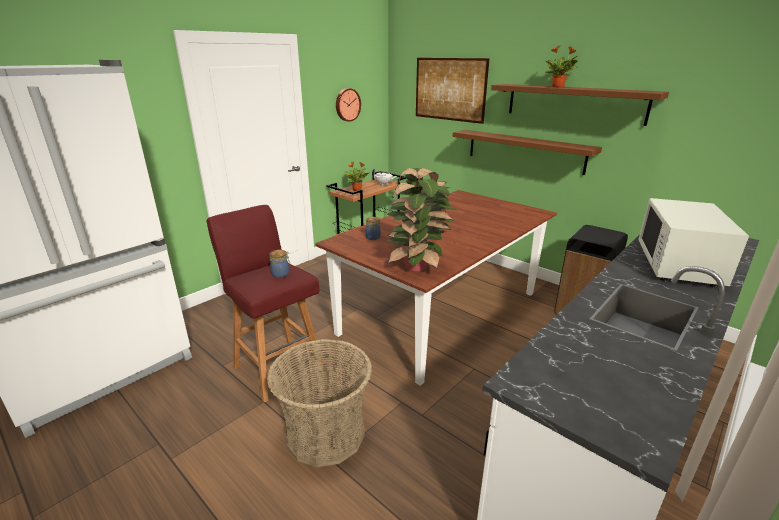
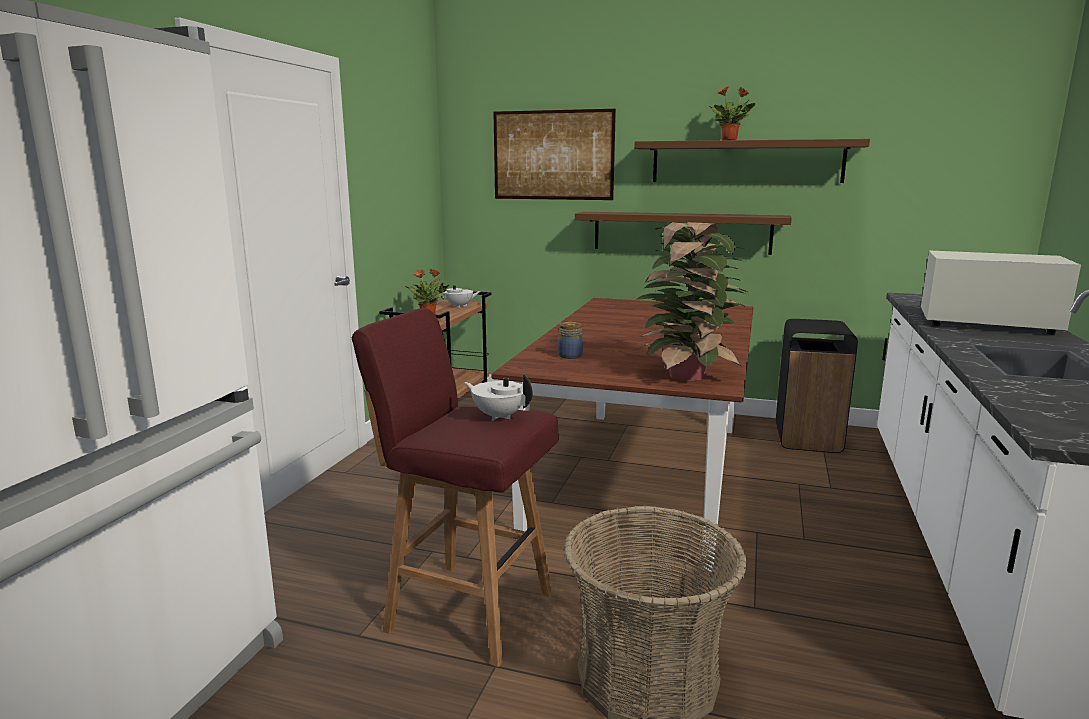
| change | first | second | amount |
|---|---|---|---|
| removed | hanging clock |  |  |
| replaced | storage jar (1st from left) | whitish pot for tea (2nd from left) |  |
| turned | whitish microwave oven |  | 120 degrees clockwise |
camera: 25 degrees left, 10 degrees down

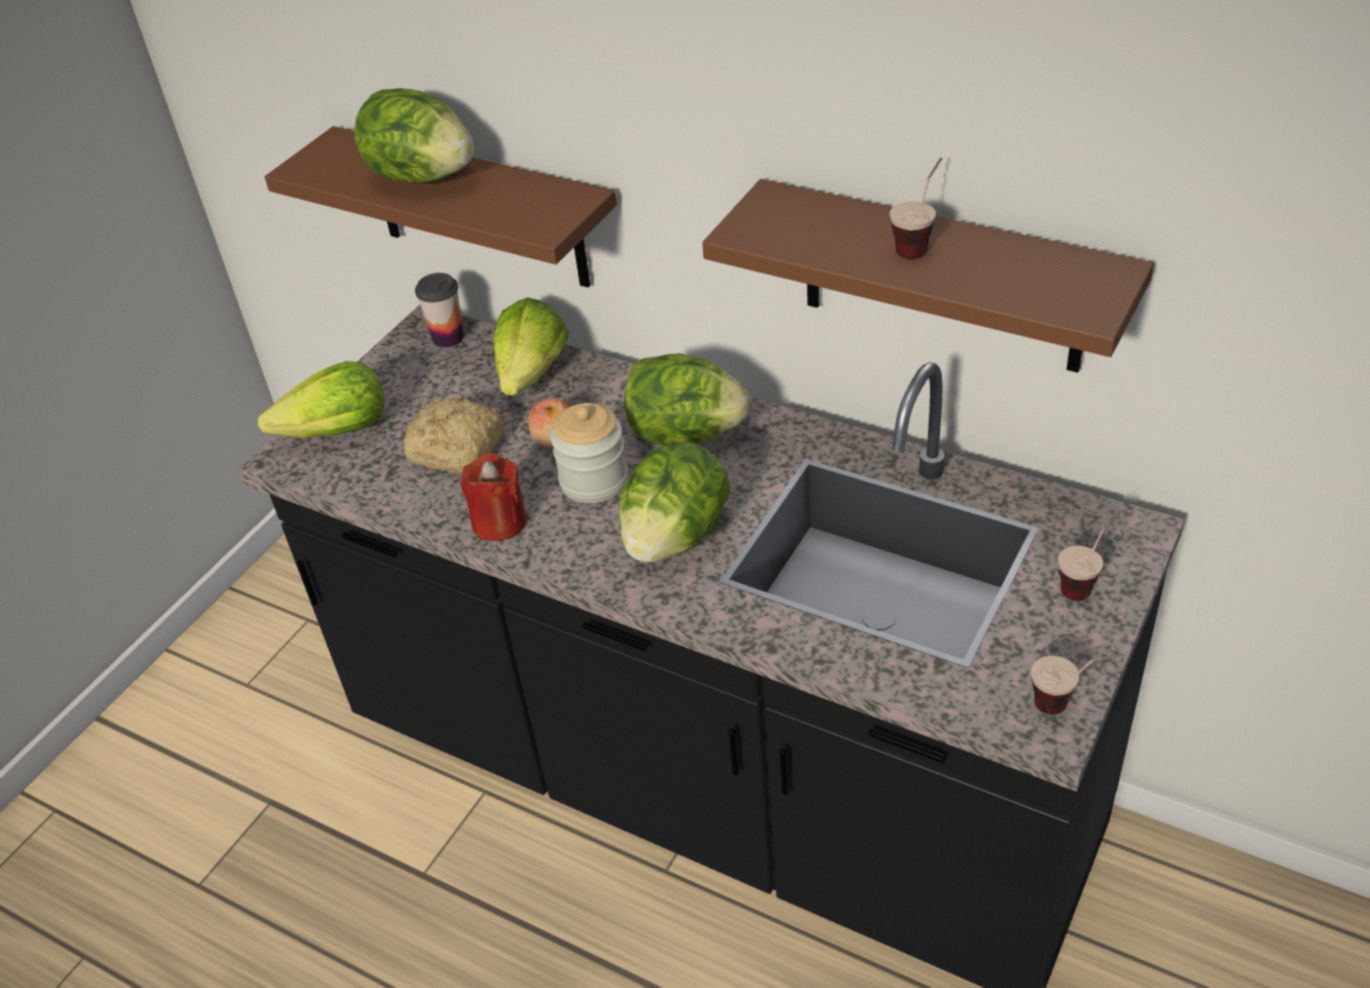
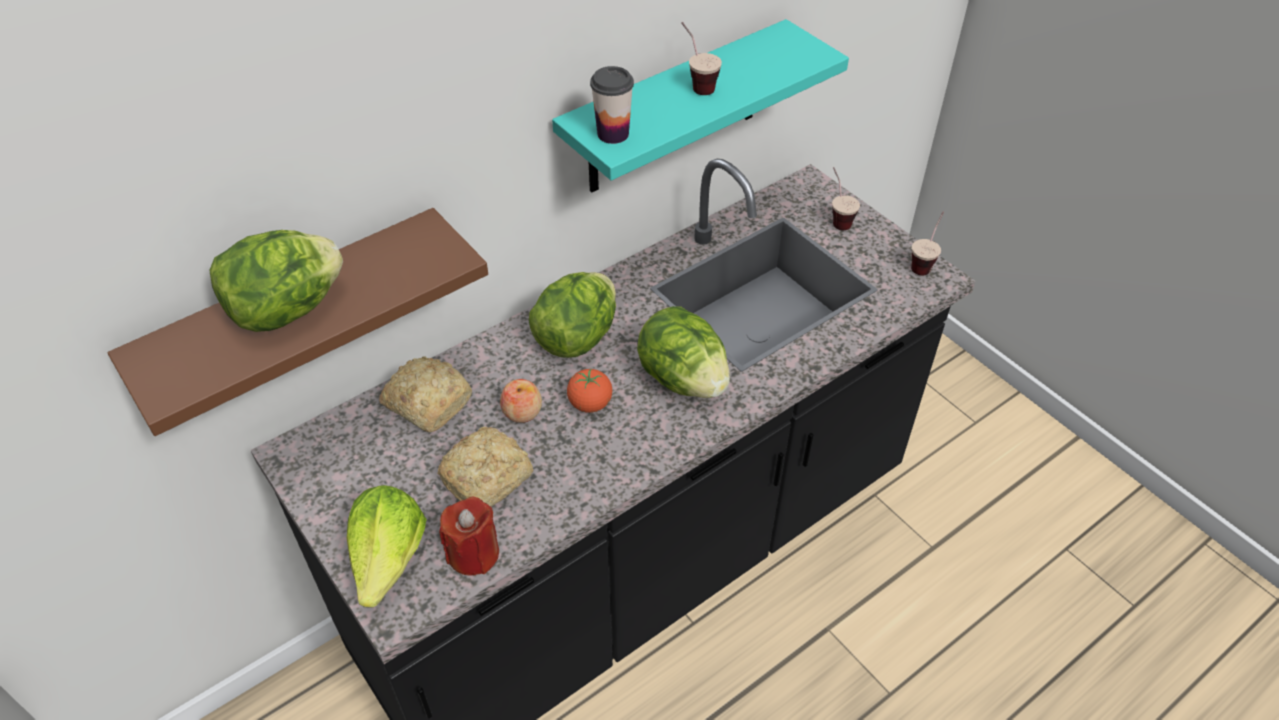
| change | first | second | amount |
|---|---|---|---|
| moved | small cup (1st from left) |  |  |
| moved | red-coloured wax light |  |  |
| replaced | lettuce head (3rd from left) | baked bread (1st from left) |  |
| replaced | storage jar | tomato |  |
| recoloured | brown-coloured bracket shelf (2nd from left) | turquoise-coloured bracket shelf |  |
camera: 70 degrees left, 5 degrees up

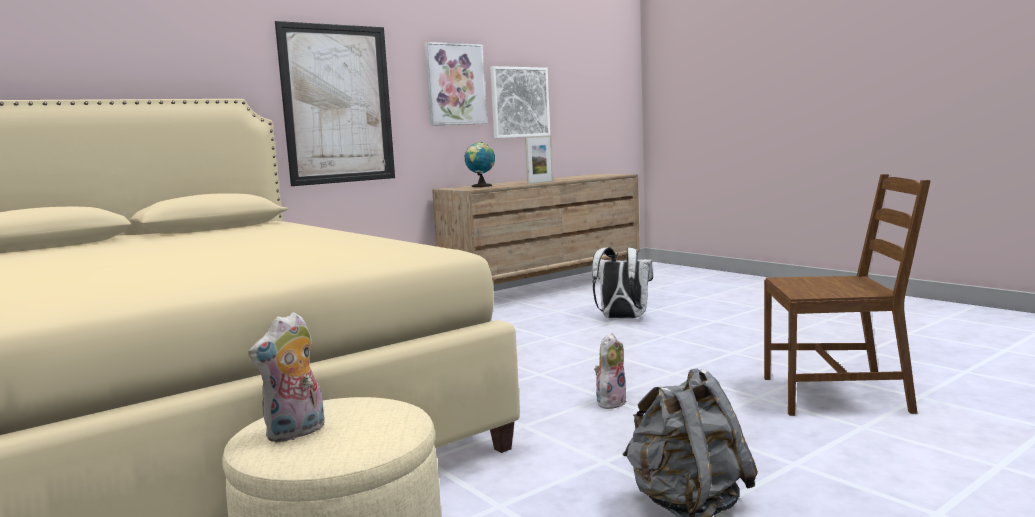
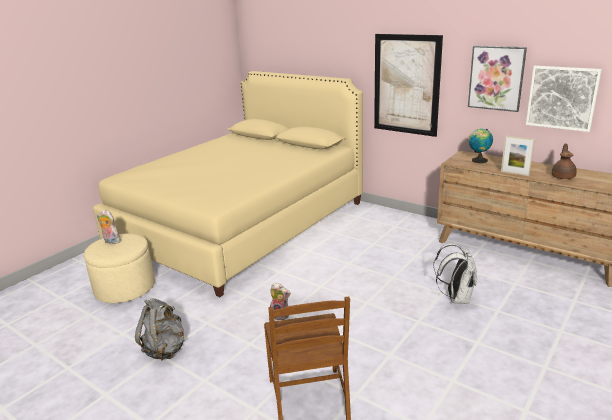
| change | first | second | amount |
|---|---|---|---|
| added |  | brown-coloured pot for tea |  |
camera: 75 degrees right, 15 degrees up

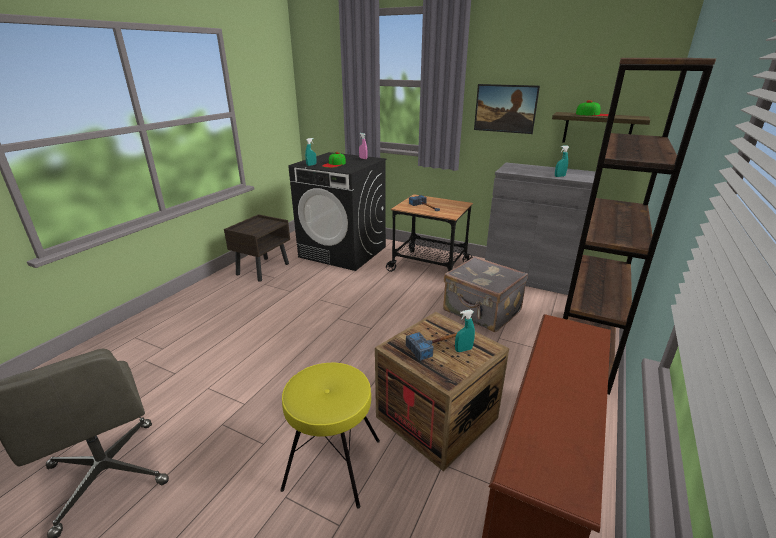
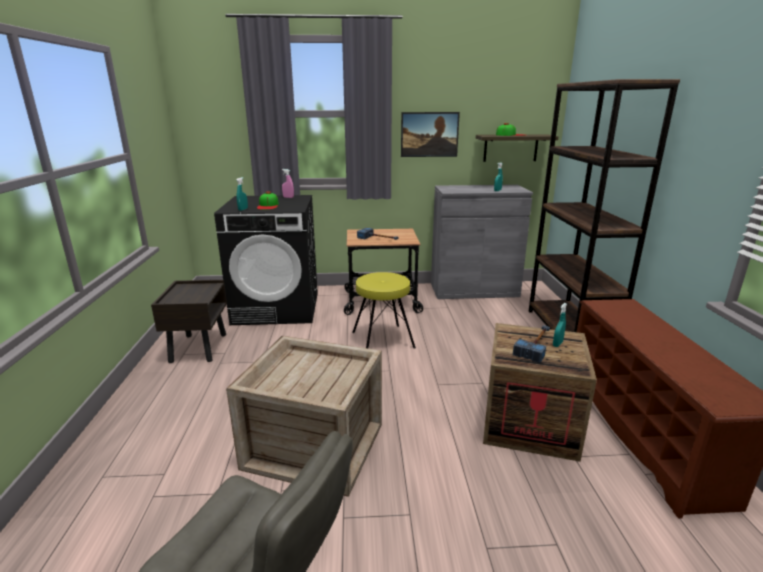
| change | first | second | amount |
|---|---|---|---|
| removed | gray suitcase |  |  |
| added |  | packing crate (1st from left) |  |
| moved | yellowish sitting stool |  |  |
camera: 30 degrees left, 5 degrees down

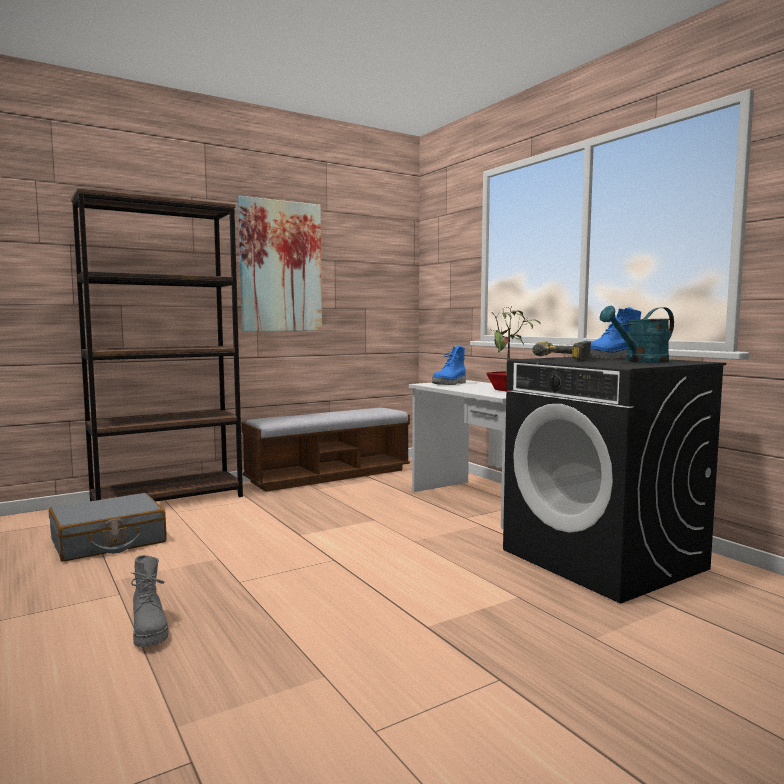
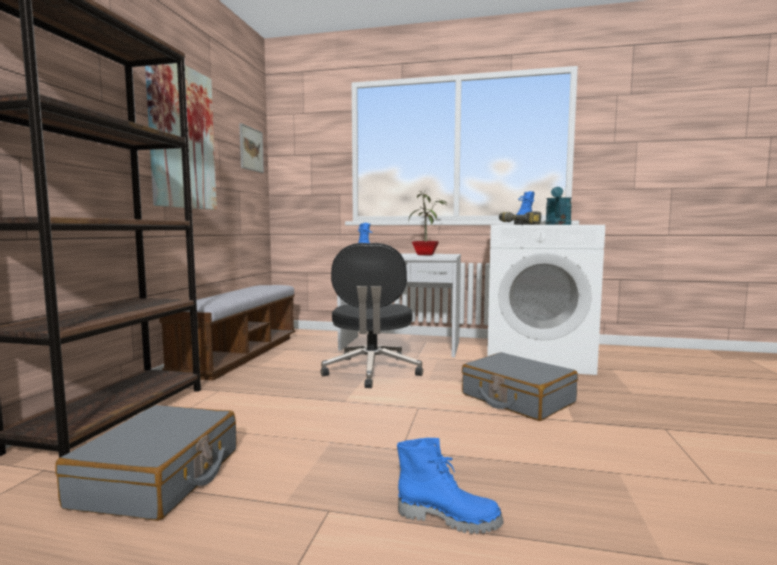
| change | first | second | amount |
|---|---|---|---|
| added |  | wall picture (2nd from left) |  |
| added |  | black office chair |  |
| added |  | gray suitcase (2nd from left) |  |
| recoloured | gray boot | blue boot (2nd from left) |  |
| recoloured | black laundry machine | whitish laundry machine |  |
camera: 45 degrees left, 0 degrees up

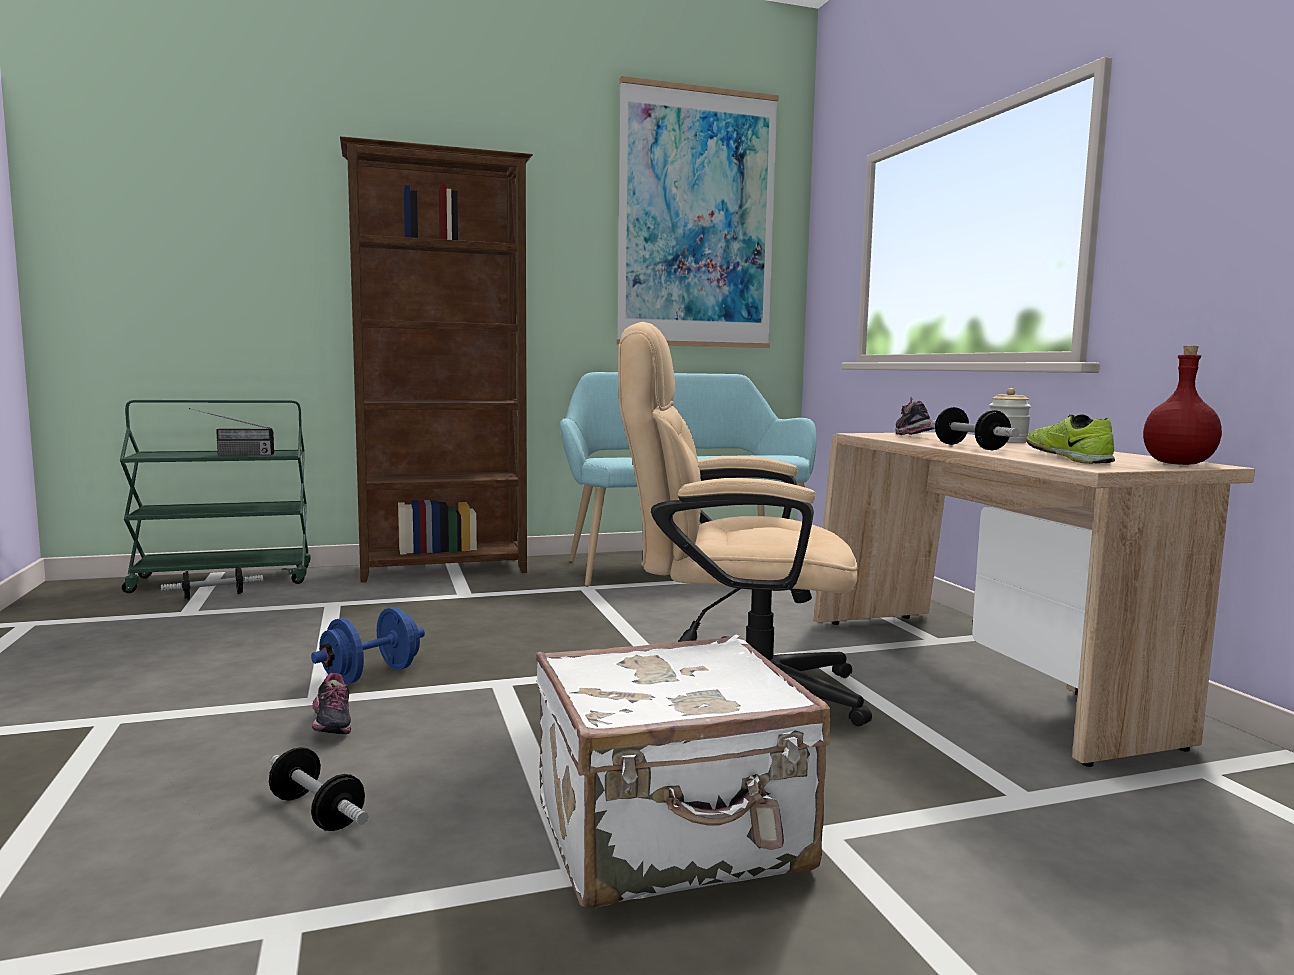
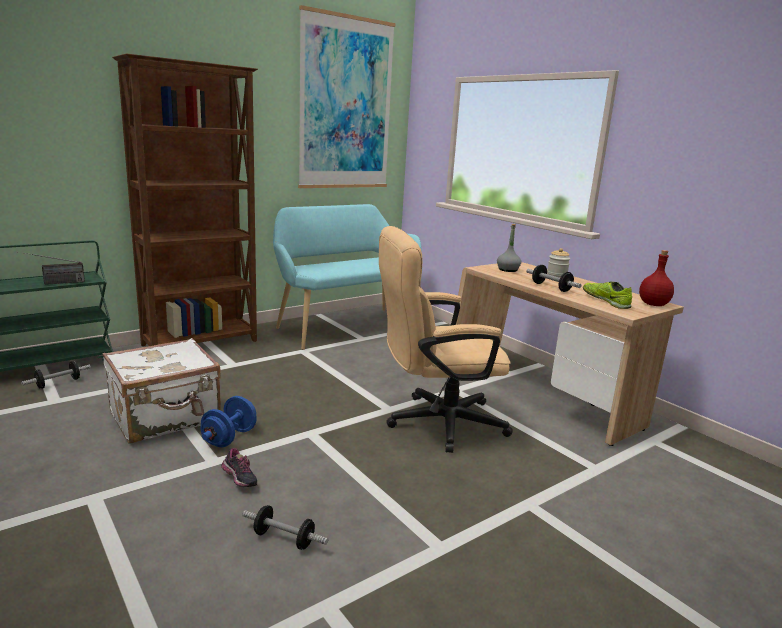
| change | first | second | amount |
|---|---|---|---|
| moved | whitish suitcase |  |  |
| replaced | item of footwear (2nd from left) | gray drink bottle |  |
camera: 20 degrees left, 10 degrees up

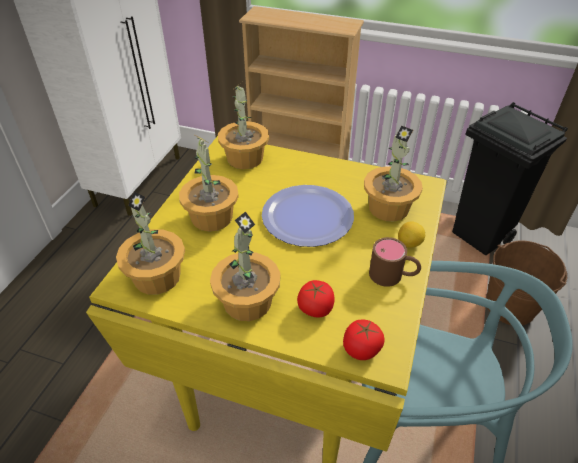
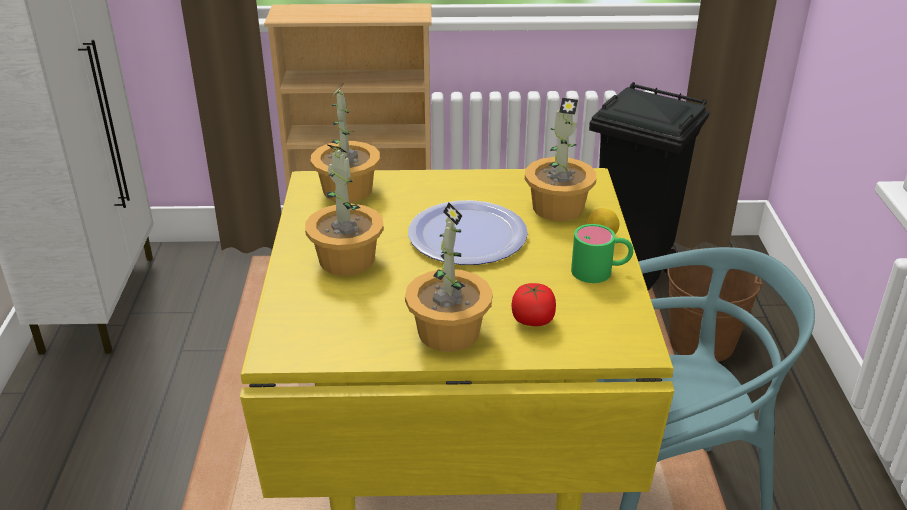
| change | first | second | amount |
|---|---|---|---|
| removed | houseplant (1st from left) |  |  |
| removed | tomato (2nd from left) |  |  |
| recoloured | brown-coloured coffee mug | greenish coffee mug |  |
camera: 20 degrees left, 10 degrees down

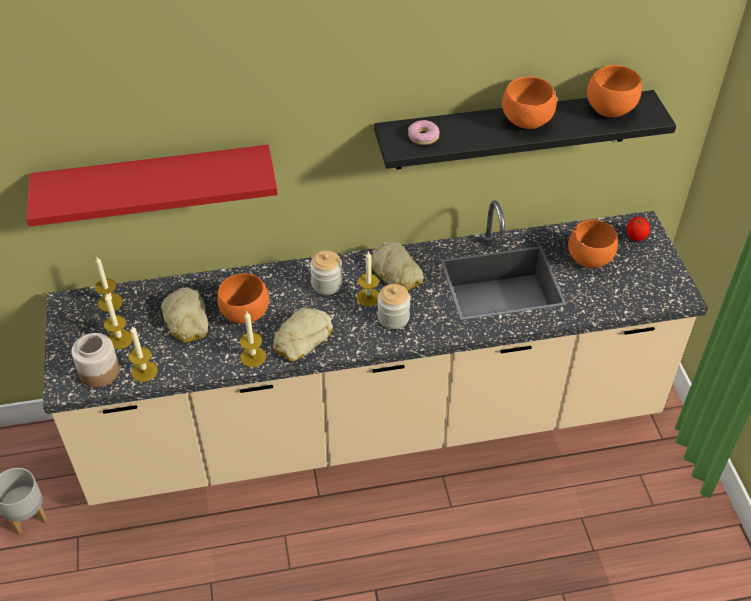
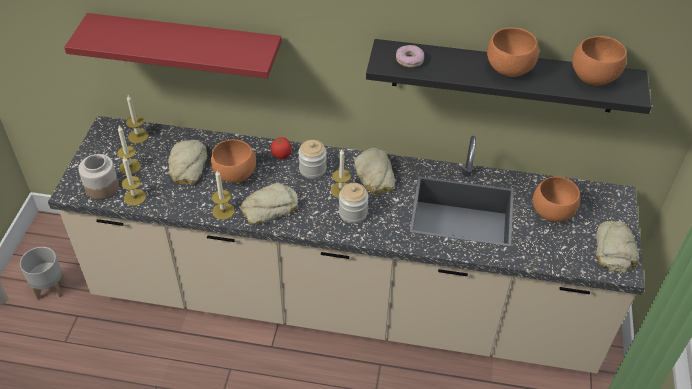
| change | first | second | amount |
|---|---|---|---|
| added |  | baked bread (4th from left) |  |
| moved | tomato |  |  |
camera: 20 degrees right, 0 degrees up

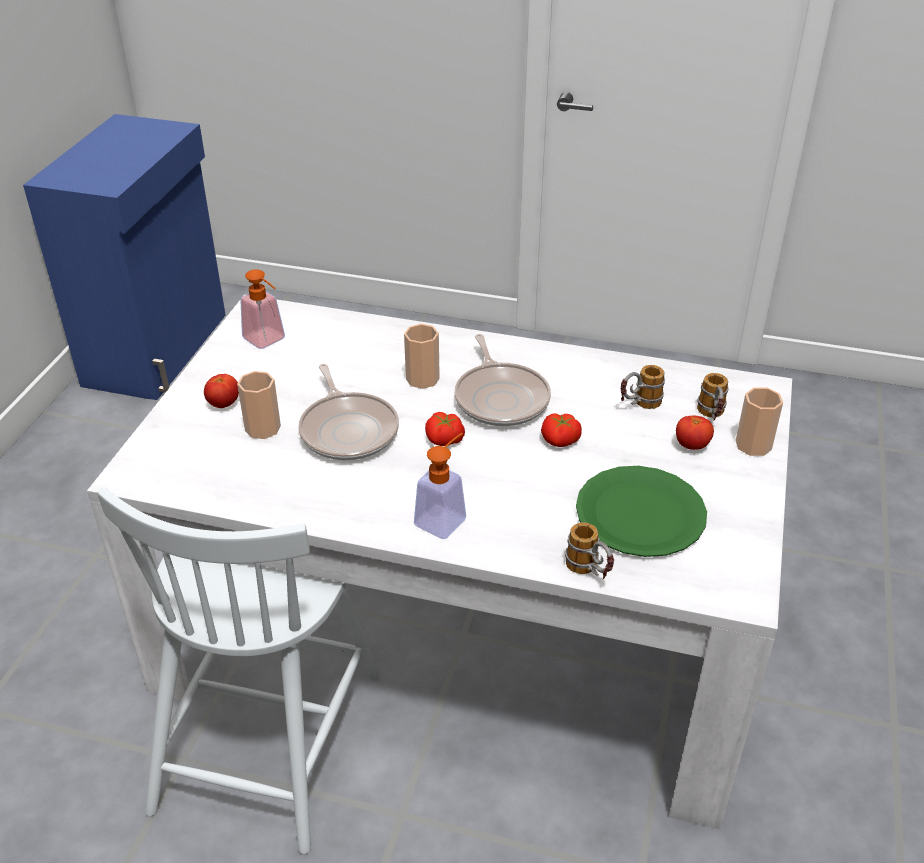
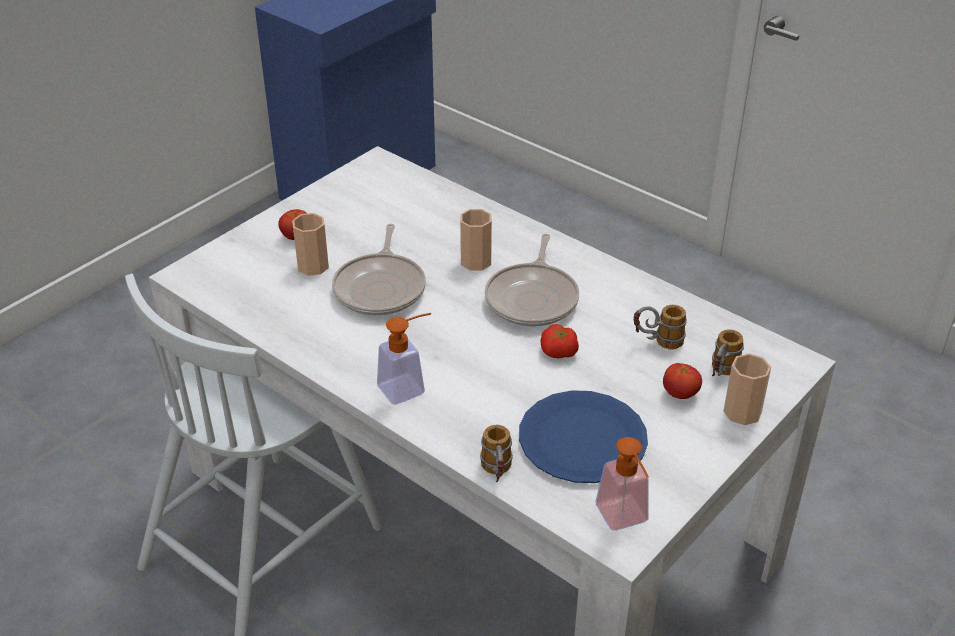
| change | first | second | amount |
|---|---|---|---|
| removed | tomato (2nd from left) |  |  |
| moved | soap dispenser (1st from left in the first image) | soap dispenser (2nd from left) |  |
| recoloured | greenish plate | blue plate |  |
camera: 25 degrees right, 0 degrees up

